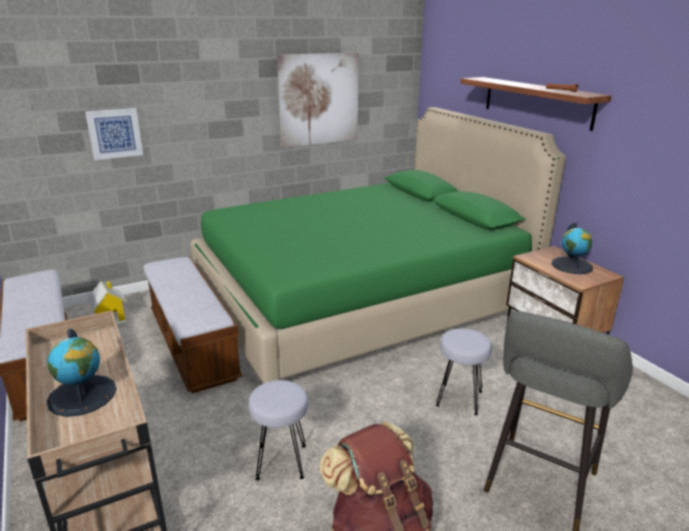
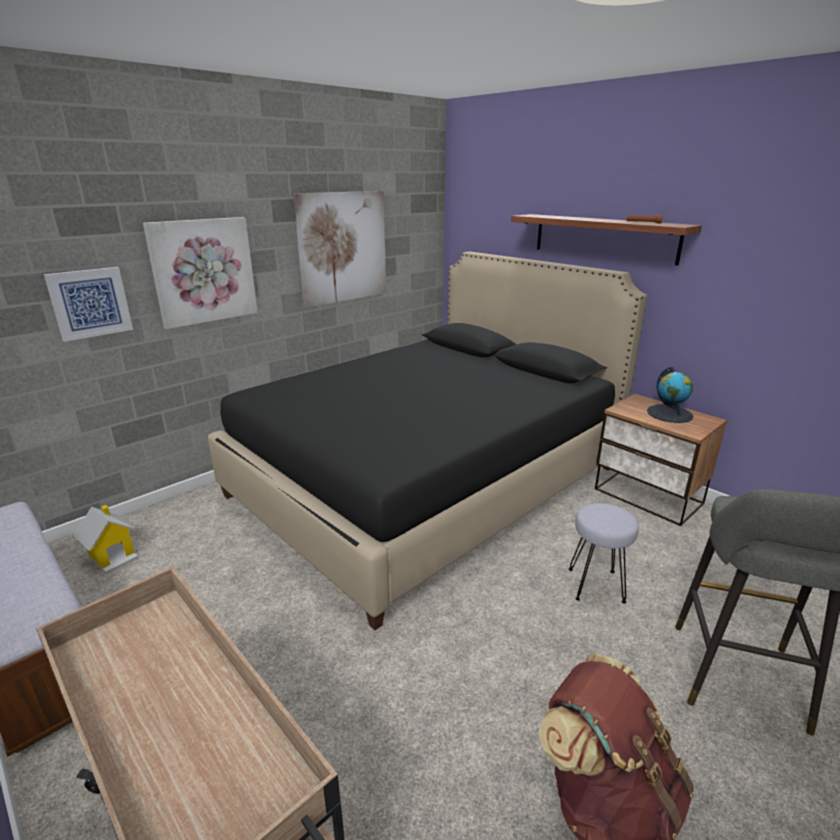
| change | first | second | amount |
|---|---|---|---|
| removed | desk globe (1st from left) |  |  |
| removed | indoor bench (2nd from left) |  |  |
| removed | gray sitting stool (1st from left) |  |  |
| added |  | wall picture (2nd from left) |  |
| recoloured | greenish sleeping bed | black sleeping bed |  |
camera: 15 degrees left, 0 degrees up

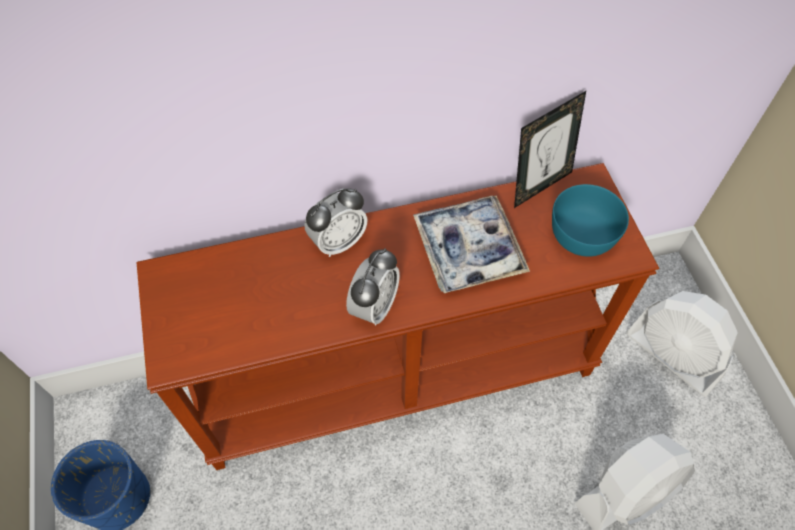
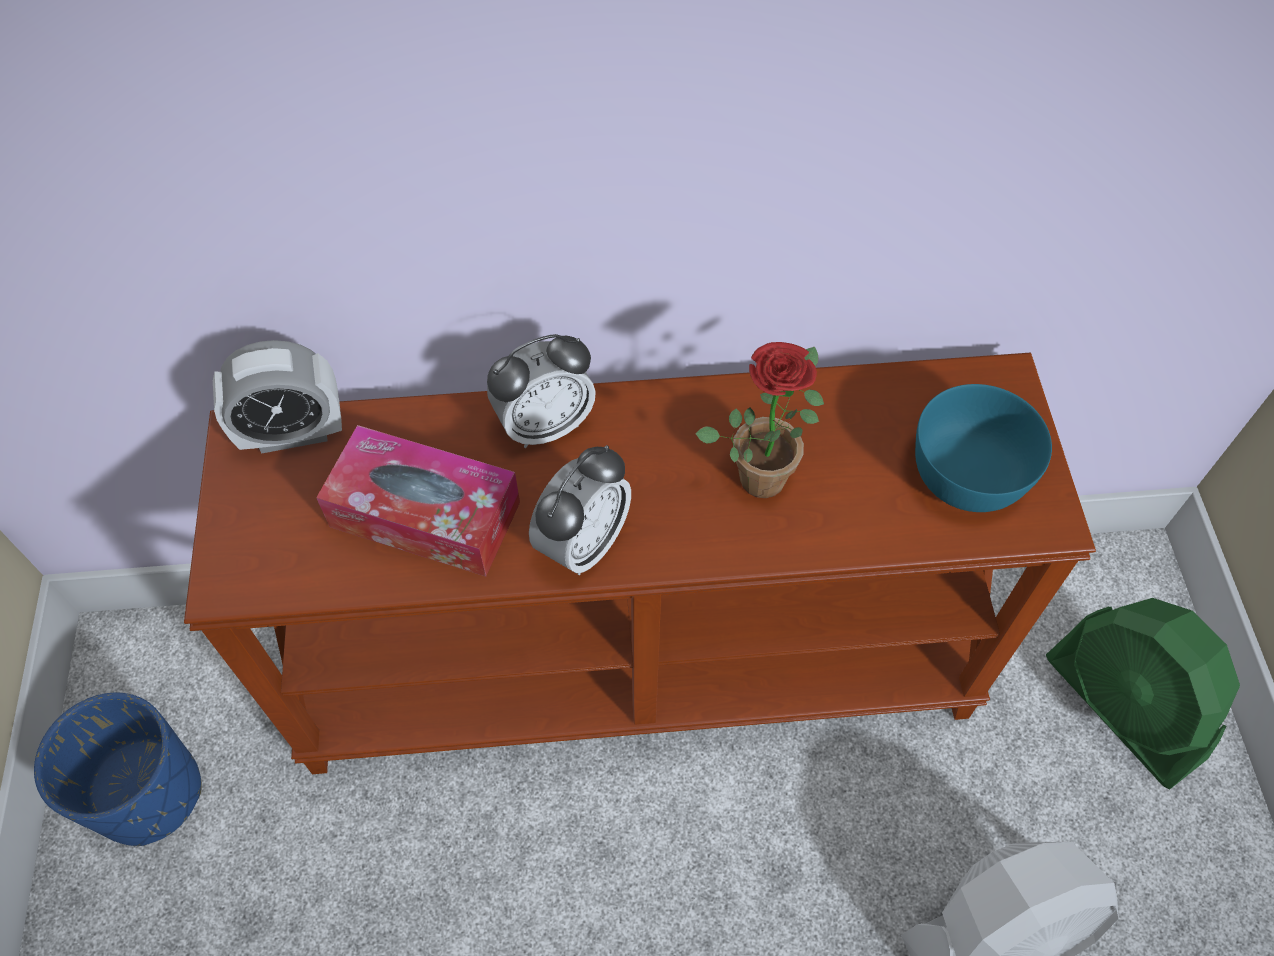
| change | first | second | amount |
|---|---|---|---|
| removed | standing frame |  |  |
| added |  | table clock (1st from left) |  |
| added |  | box of tissues |  |
| replaced | serving tray | houseplant |  |
| recoloured | whitish electric fan (2nd from left) | greenish electric fan |  |
camera: 10 degrees right, 0 degrees up

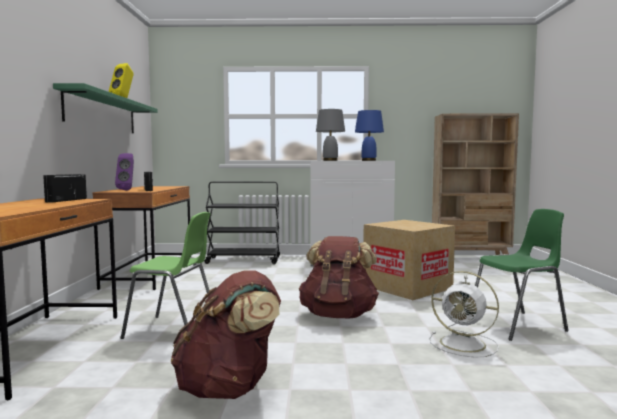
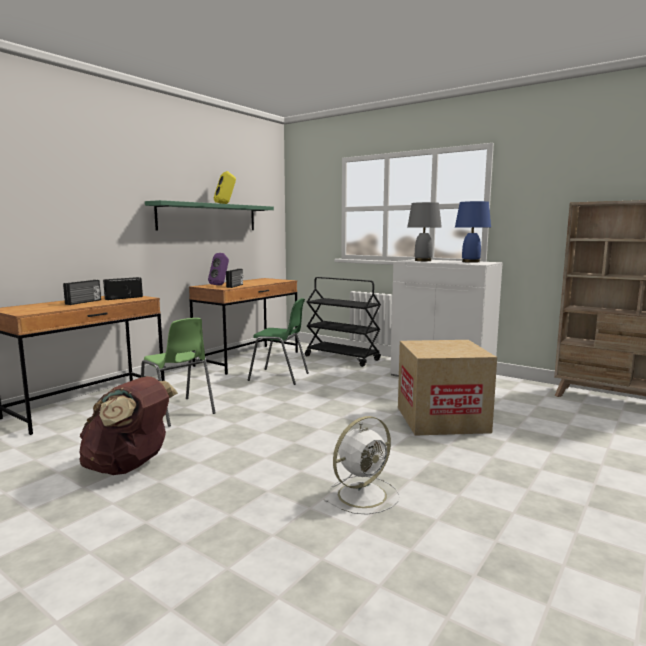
| change | first | second | amount |
|---|---|---|---|
| removed | brown-coloured knapsack (2nd from left) |  |  |
| added |  | radio set (1st from left) |  |
| moved | greenish plain chair (2nd from left) |  |  |
| turned | whitish electric fan |  | 105 degrees counterclockwise |
camera: 35 degrees right, 5 degrees up

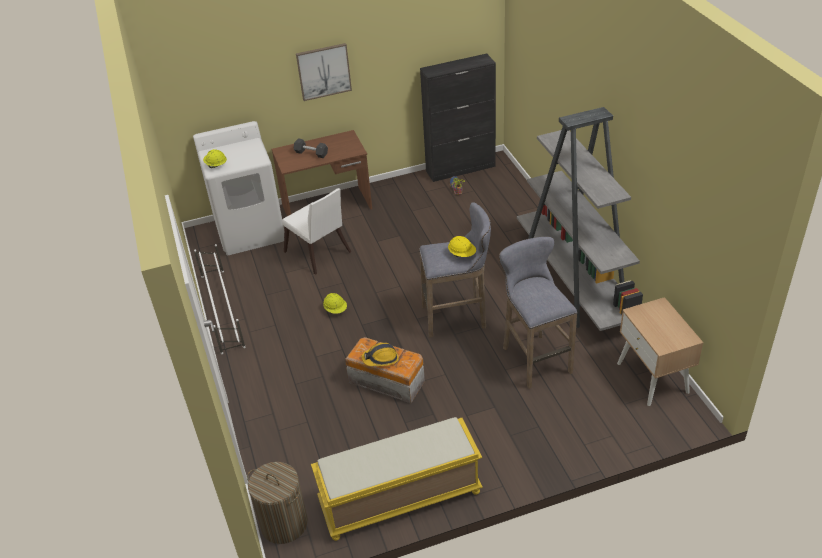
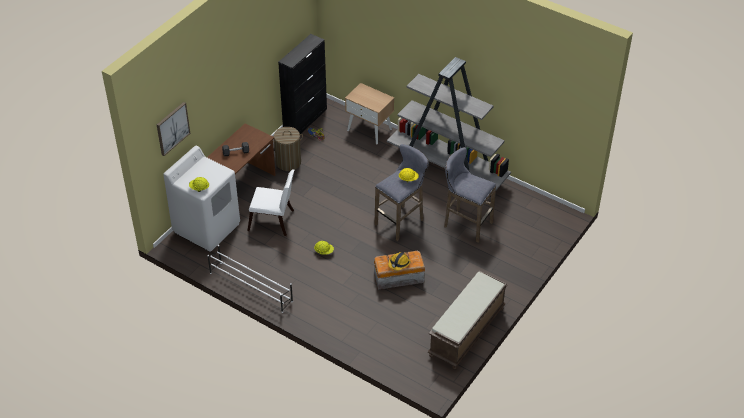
| change | first | second | amount |
|---|---|---|---|
| moved | laundry basket |  |  |
| moved | wall picture |  |  |
| moved | sand-coloured bedside table |  |  |
| recoloured | yellowish indoor bench | brown-coloured indoor bench |  |
camera: 40 degrees left, 5 degrees up

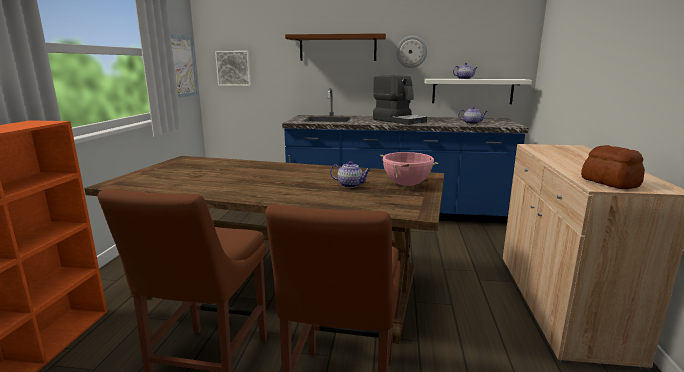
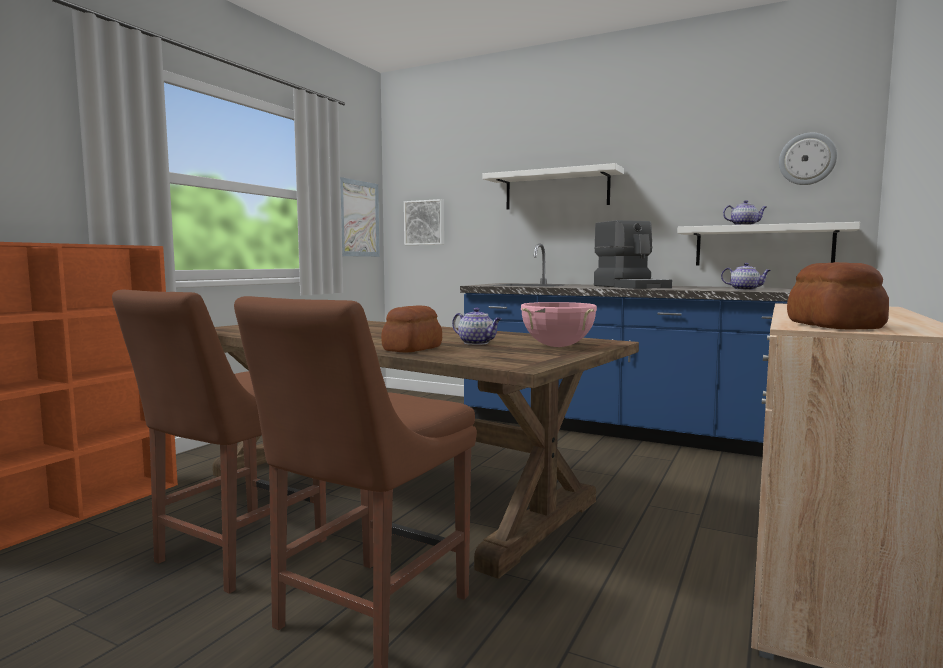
| change | first | second | amount |
|---|---|---|---|
| added |  | baked bread (1st from left) |  |
| moved | hanging clock |  |  |
| recoloured | brown-coloured bracket shelf | whitish bracket shelf (1st from left) |  |
camera: 20 degrees right, 10 degrees down

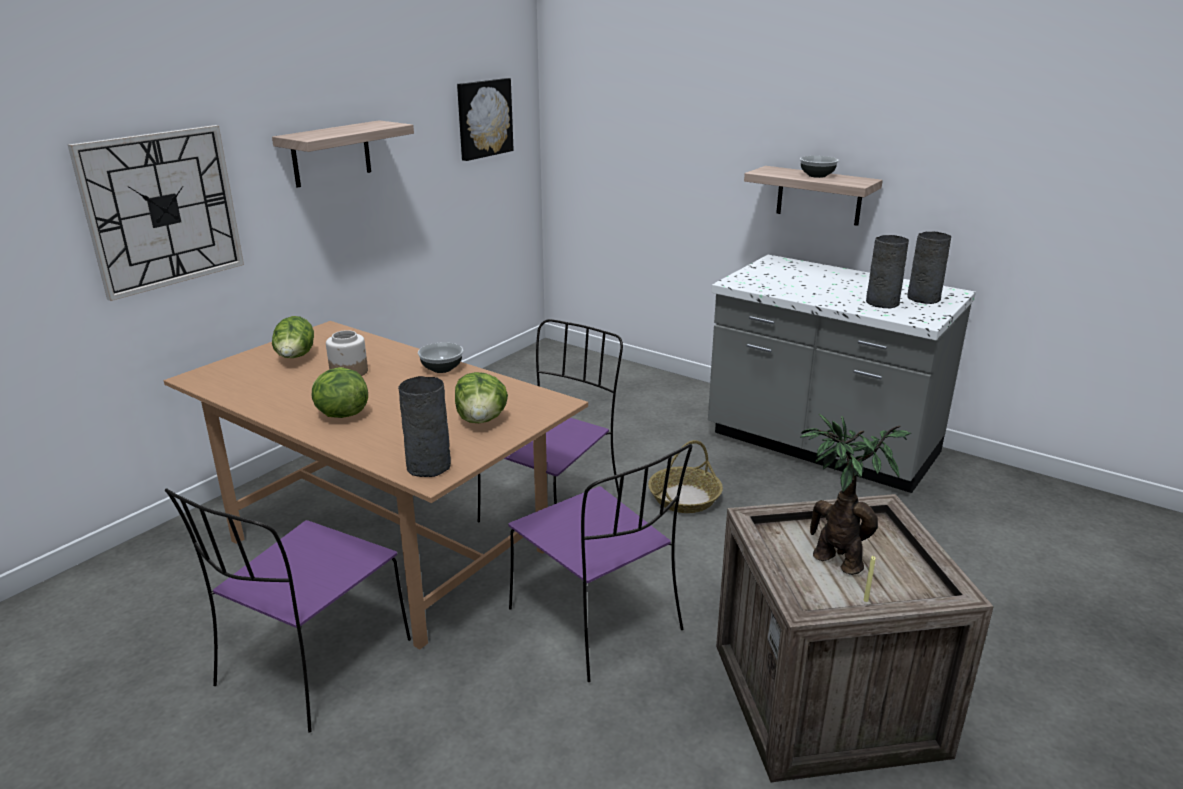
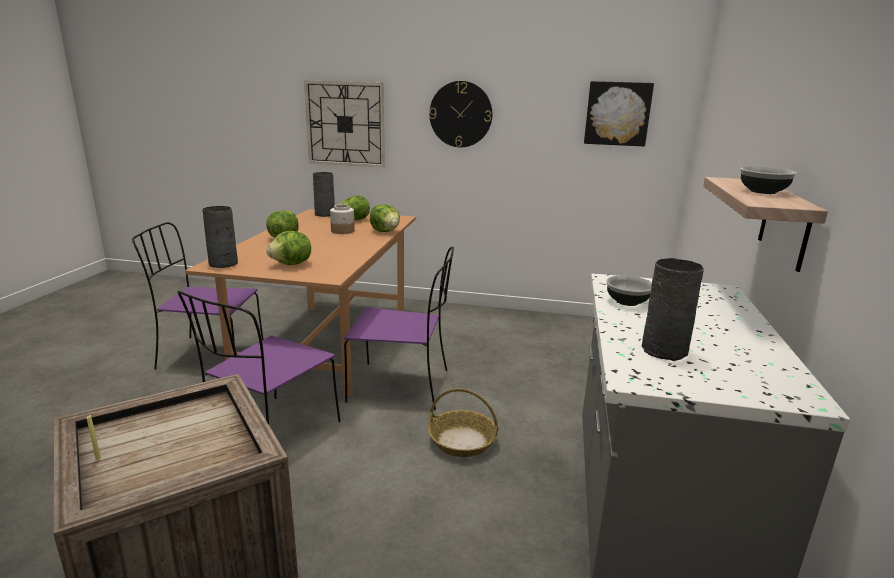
| change | first | second | amount |
|---|---|---|---|
| removed | houseplant |  |  |
| added |  | lettuce head (4th from left) |  |
| moved | serving bowl (1st from left) |  |  |
| moved | gray vase (3rd from left in the first image) | gray vase (2nd from left) |  |
| replaced | bracket shelf (1st from left) | hanging clock (2nd from left) |  |
camera: 65 degrees right, 5 degrees down

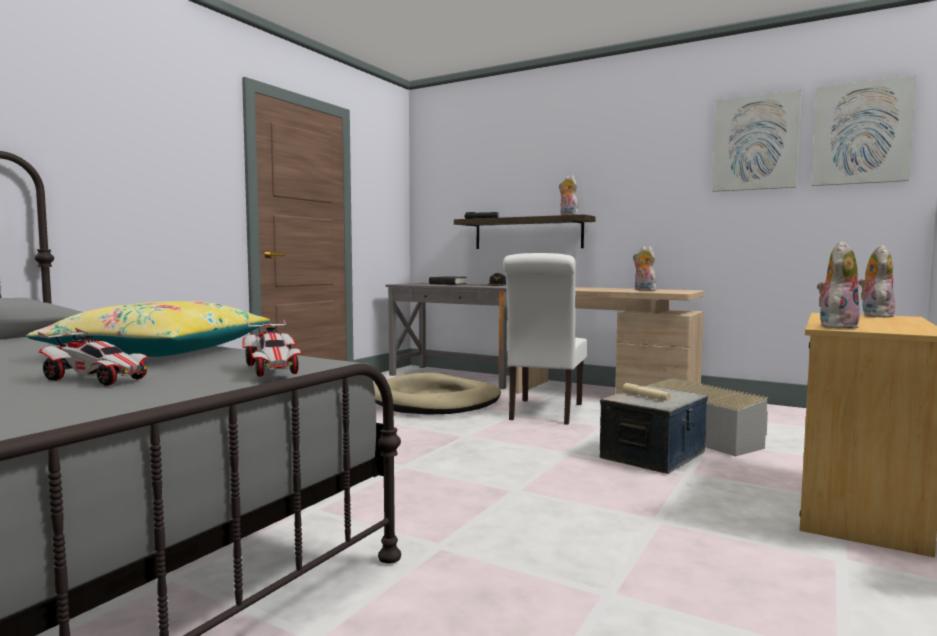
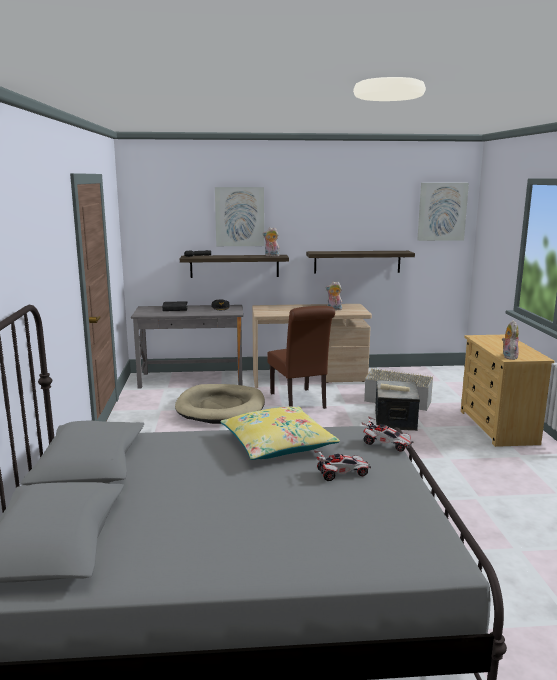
| change | first | second | amount |
|---|---|---|---|
| removed | plush toy (4th from left) |  |  |
| added |  | bracket shelf (2nd from left) |  |
| moved | wall picture (1st from left) |  |  |
| recoloured | whitish plain chair | brown-coloured plain chair |  |
camera: 35 degrees left, 10 degrees up

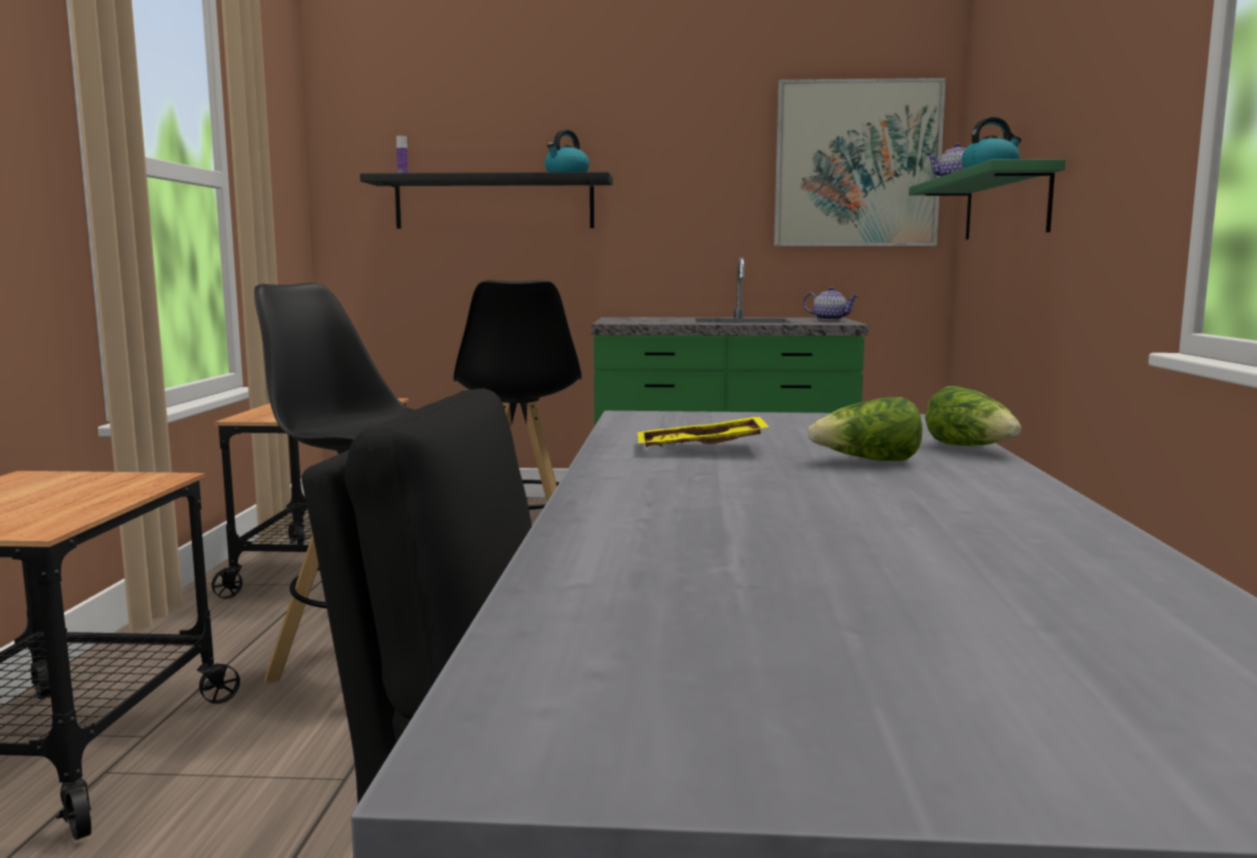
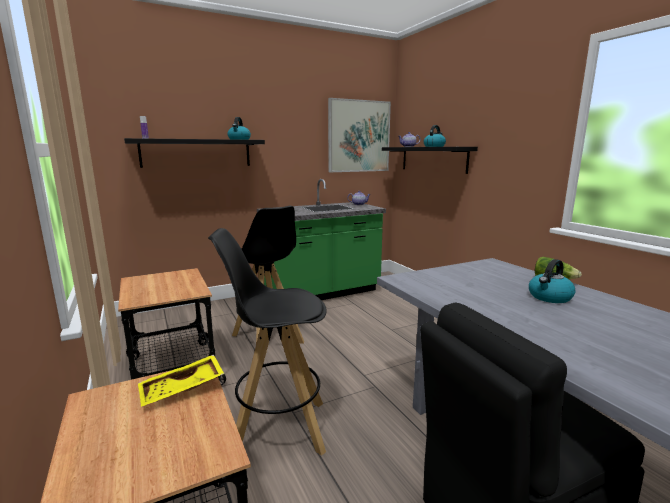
| change | first | second | amount |
|---|---|---|---|
| moved | yellowish serving tray |  |  |
| replaced | lettuce head (1st from left) | kettle (3rd from left) |  |
| recoloured | greenish bracket shelf | black bracket shelf (2nd from left) |  |
camera: 30 degrees left, 5 degrees up

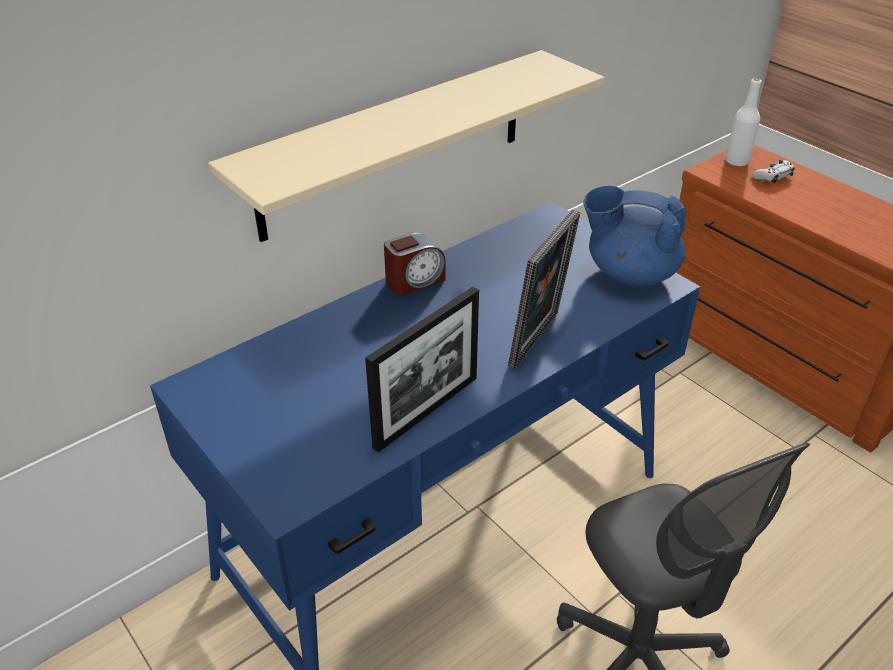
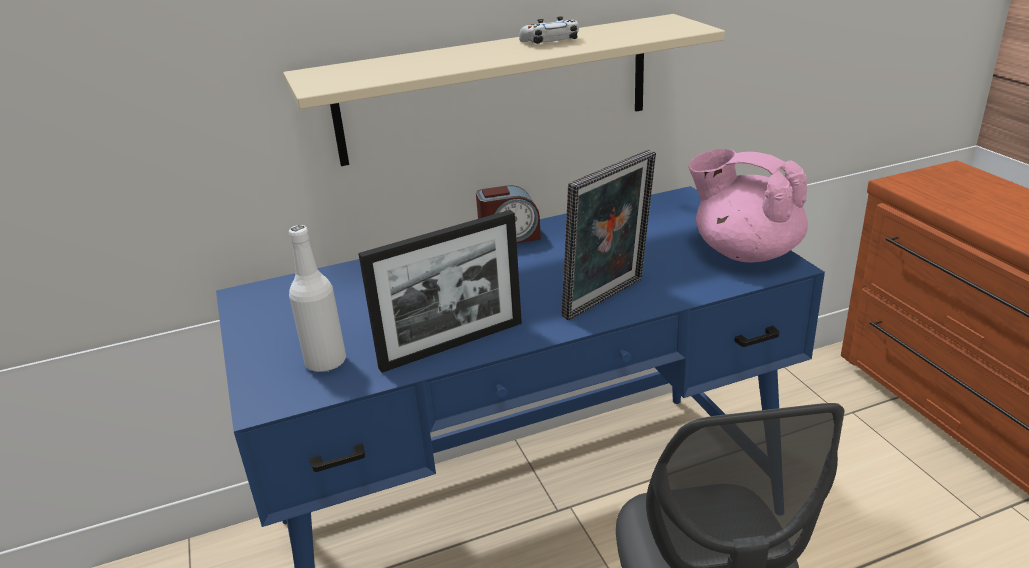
| change | first | second | amount |
|---|---|---|---|
| moved | whitish drink bottle |  |  |
| moved | whitish gamepad |  |  |
| recoloured | blue pot for tea | pinkish pot for tea |  |
camera: 20 degrees right, 10 degrees down

